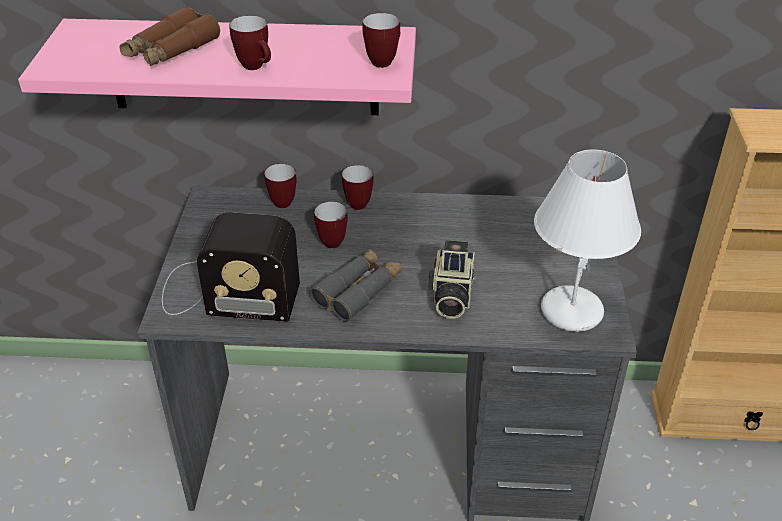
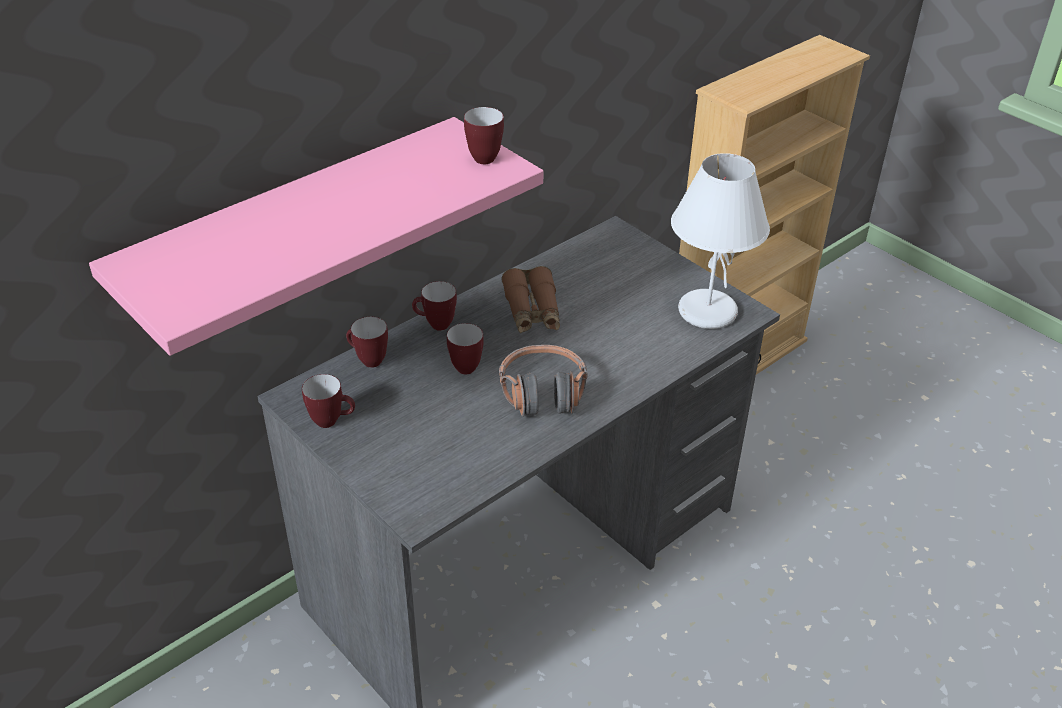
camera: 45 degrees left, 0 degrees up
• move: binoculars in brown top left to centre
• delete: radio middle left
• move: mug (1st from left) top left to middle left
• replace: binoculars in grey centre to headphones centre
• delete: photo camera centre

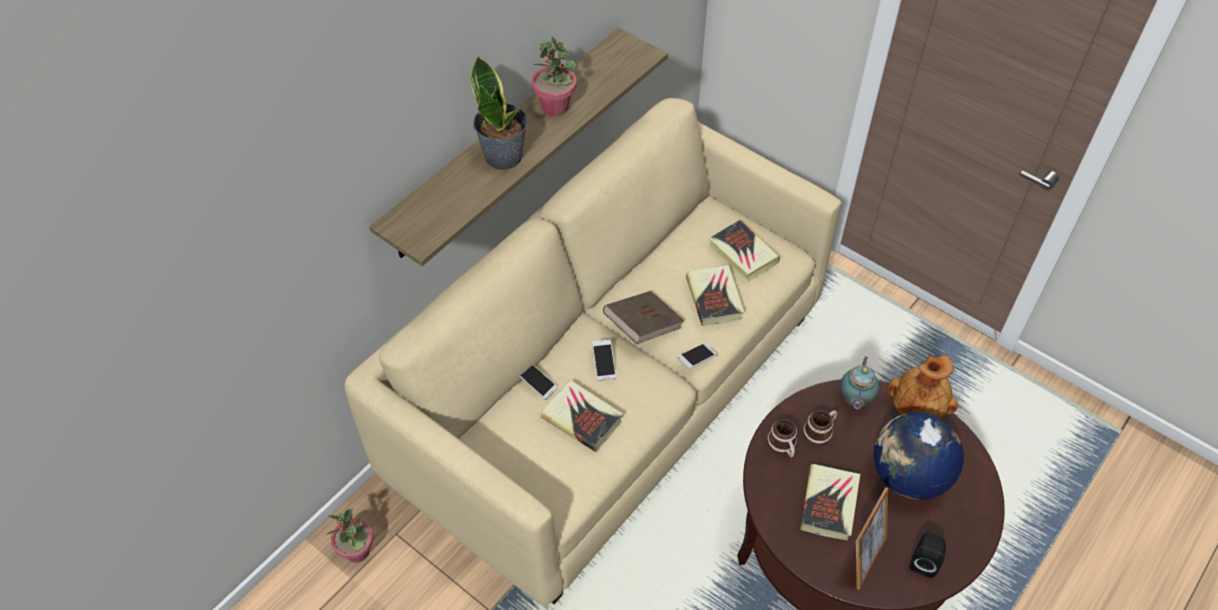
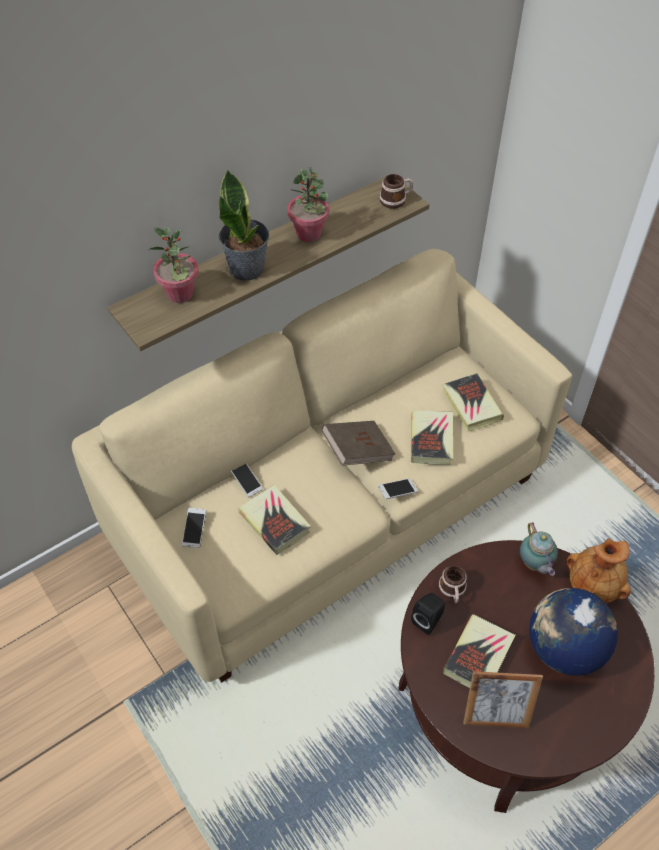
camera: 15 degrees right, 0 degrees up
• move: potted plant (1st from left) bottom left to top left
• move: phone (2nd from left in the first image) centre to phone (1st from left) middle left
• move: mug (2nd from left in the first image) bottom right to mug (1st from left) top centre
• rotate: teapot middle right = middle right 45 degrees counterclockwise
• rotate: picture frame bottom right = bottom right 45 degrees clockwise
• move: speaker in black bottom right to bottom centre

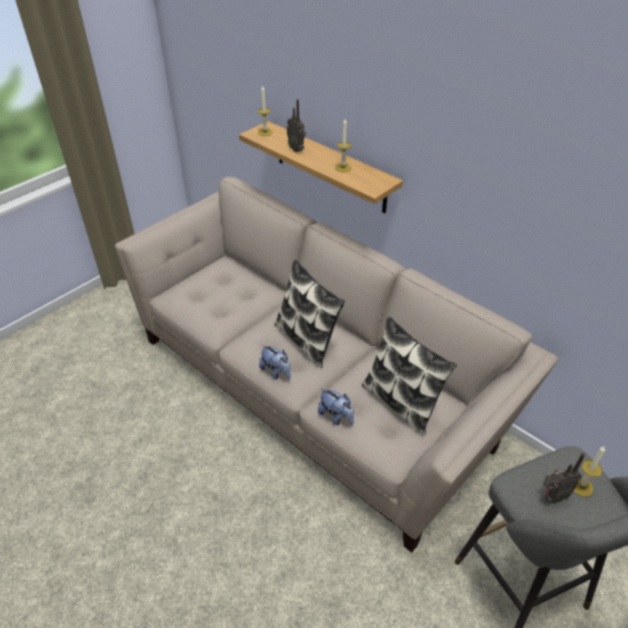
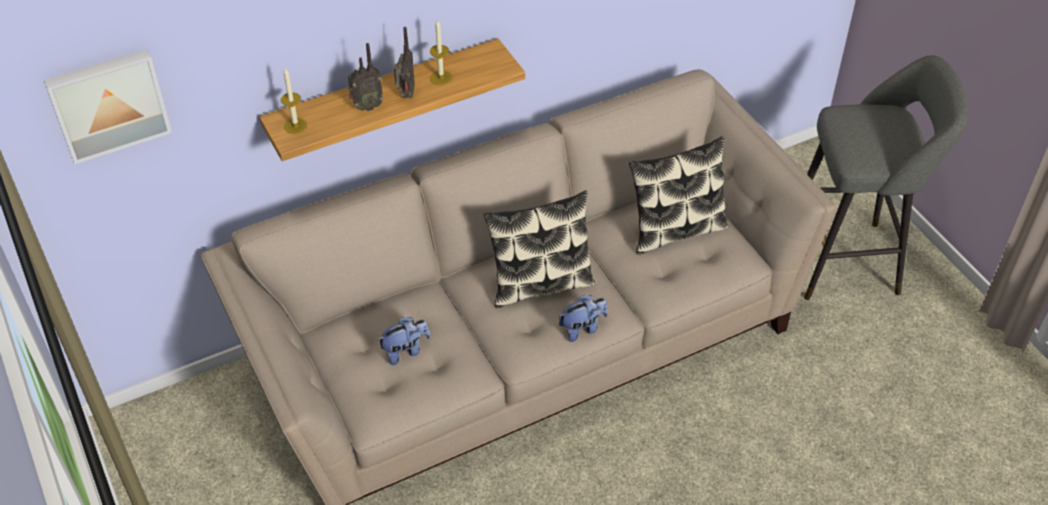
camera: 70 degrees left, 5 degrees up
• move: plush toy (2nd from left in the first image) centre to plush toy (1st from left) bottom centre
• move: radio (2nd from left) bottom right to top centre
• delete: candle (3rd from left) bottom right
• insert: picture top left

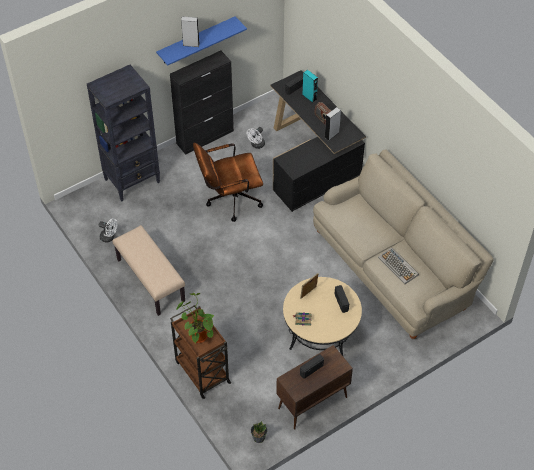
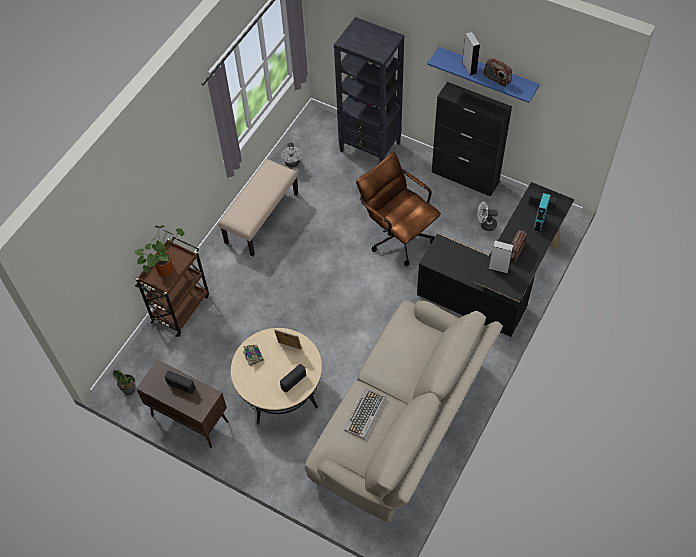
camera: 65 degrees right, 5 degrees up
• insert: radio (3rd from left) top right

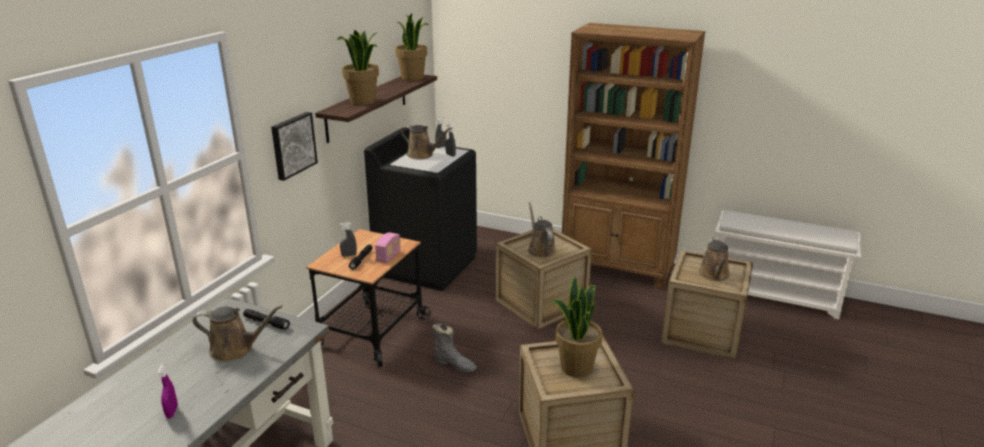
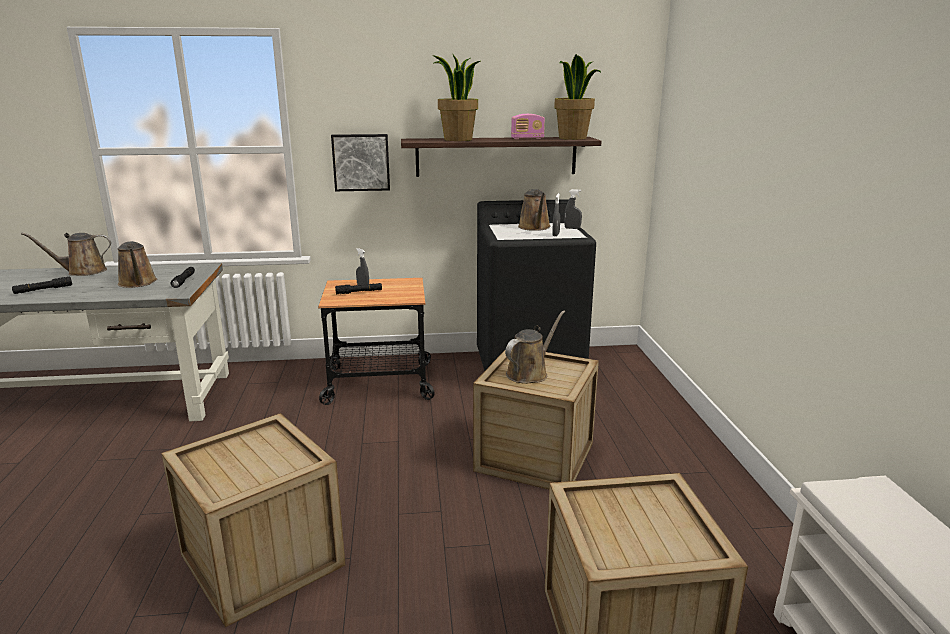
camera: 60 degrees right, 5 degrees down
• replace: spray bottle in purple bottom left to flashlight in black (1st from left) middle left
• move: radio centre to top centre
• delete: boot in grey bottom centre
• delete: potted plant (3rd from left) bottom centre
• delete: bookcase in brown centre
• move: watering can in brown (4th from left in the first image) middle right to watering can in brown (1st from left) middle left

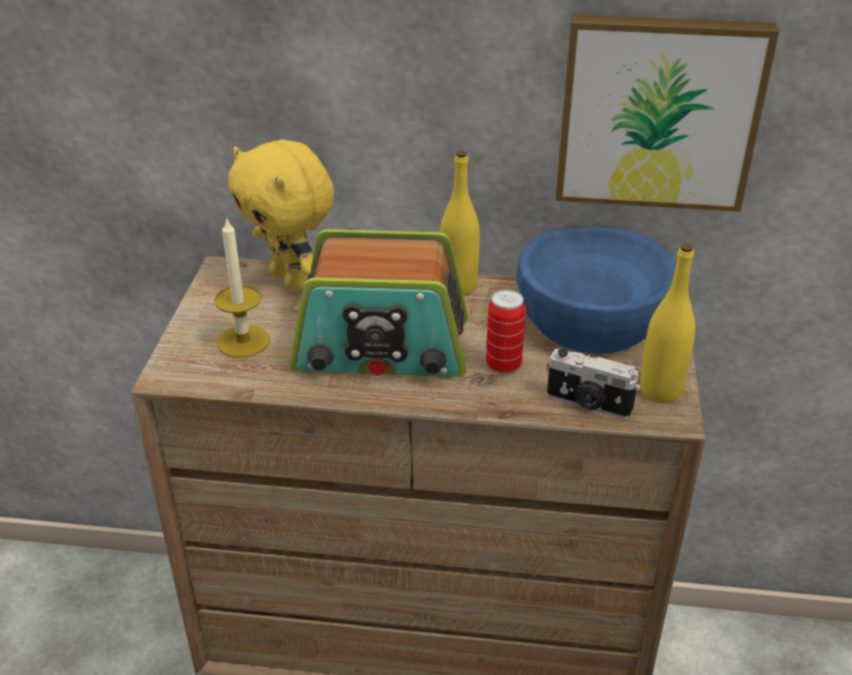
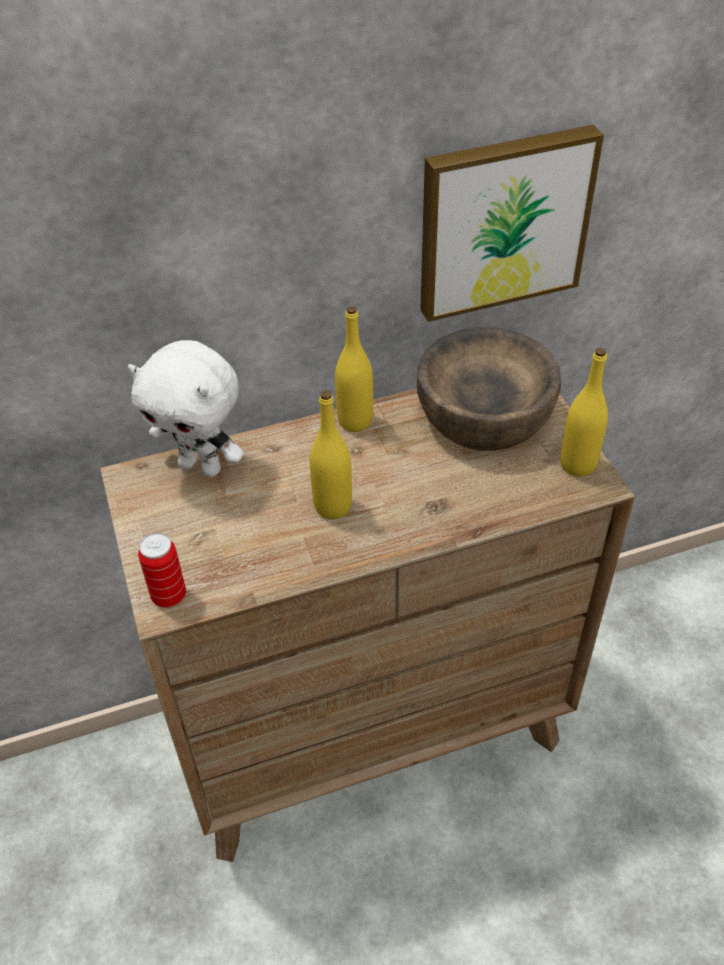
camera: 25 degrees left, 10 degrees up
• delete: candle middle left
• recolor: plush toy in yellow top left to plush toy in white middle left
• replace: radio centre to bottle in yellow (1st from left) centre
• move: can centre to middle left
• recolor: bowl in blue middle right to bowl in brown middle right
• delete: photo camera middle right

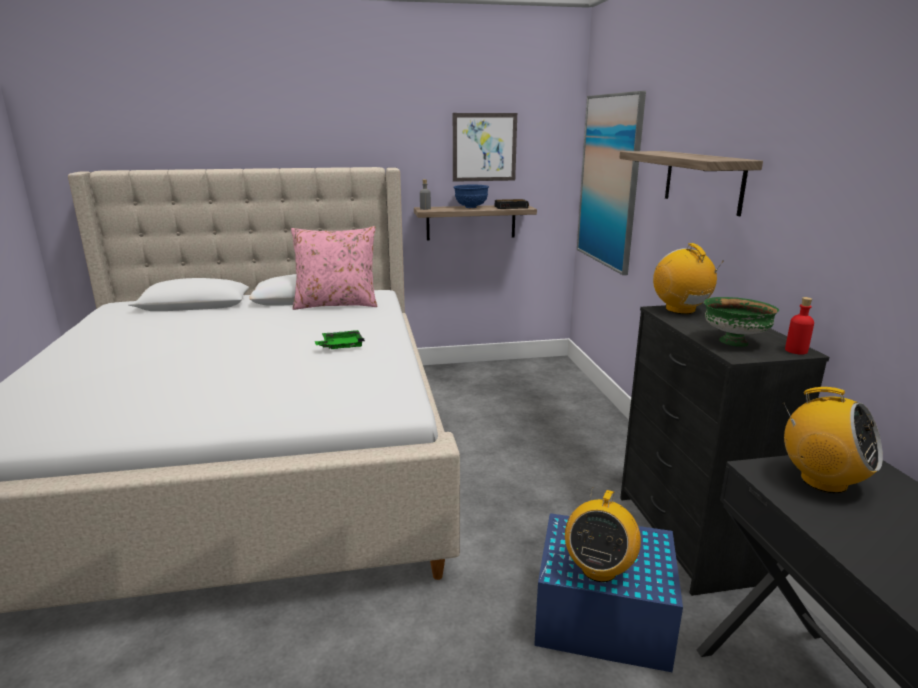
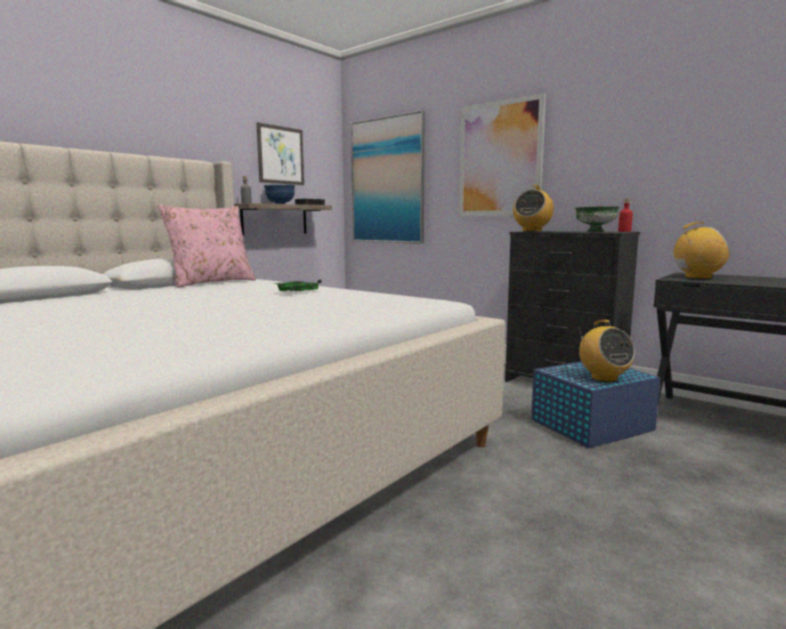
camera: 40 degrees left, 10 degrees down
• replace: shelf (2nd from left) top right to picture (3rd from left) top centre
• rotate: radio (2nd from left in the first image) middle right = top right 90 degrees counterclockwise

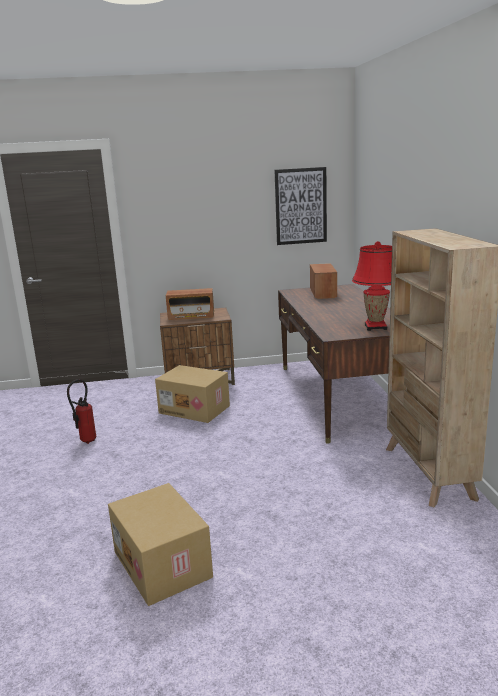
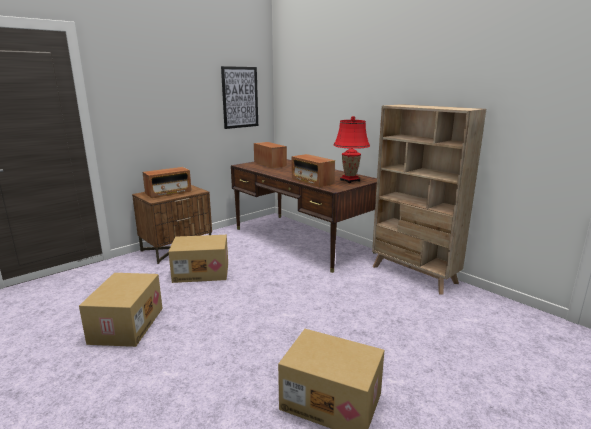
camera: 35 degrees left, 0 degrees up
• replace: fire extinguisher middle left to cardboard box (1st from left) bottom left
• insert: radio (3rd from left) centre

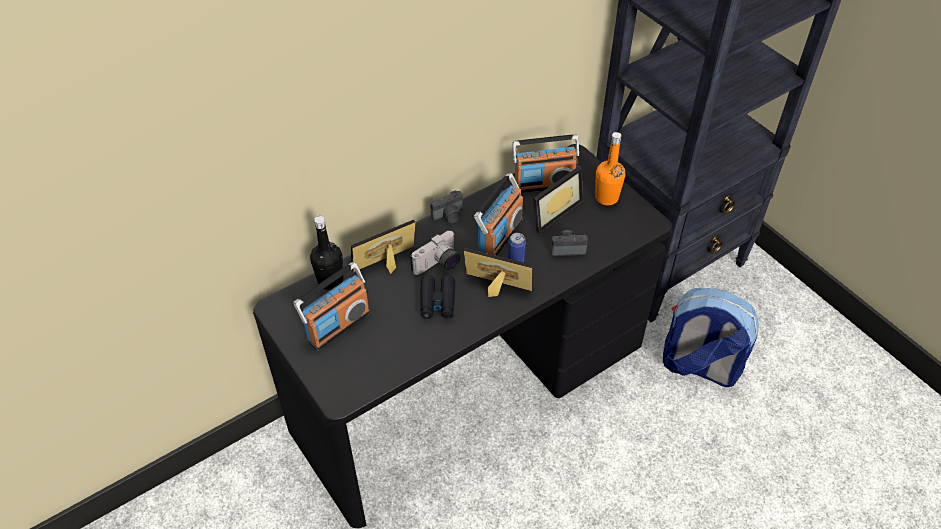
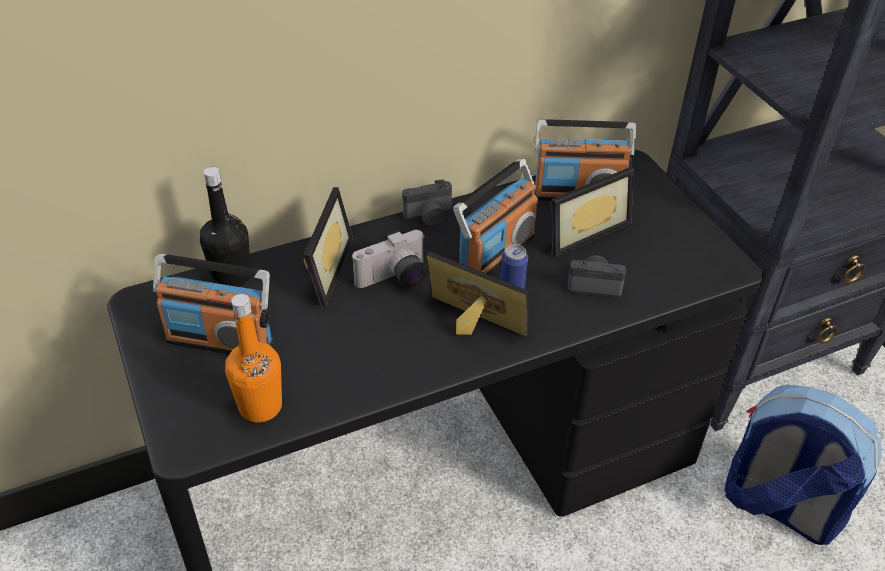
camera: 10 degrees right, 5 degrees down
• rotate: radio (1st from left) centre = middle left 45 degrees clockwise
• rotate: picture frame (1st from left) centre = centre 120 degrees clockwise
• delete: binoculars in black centre
• move: bottle in orange top centre to middle left

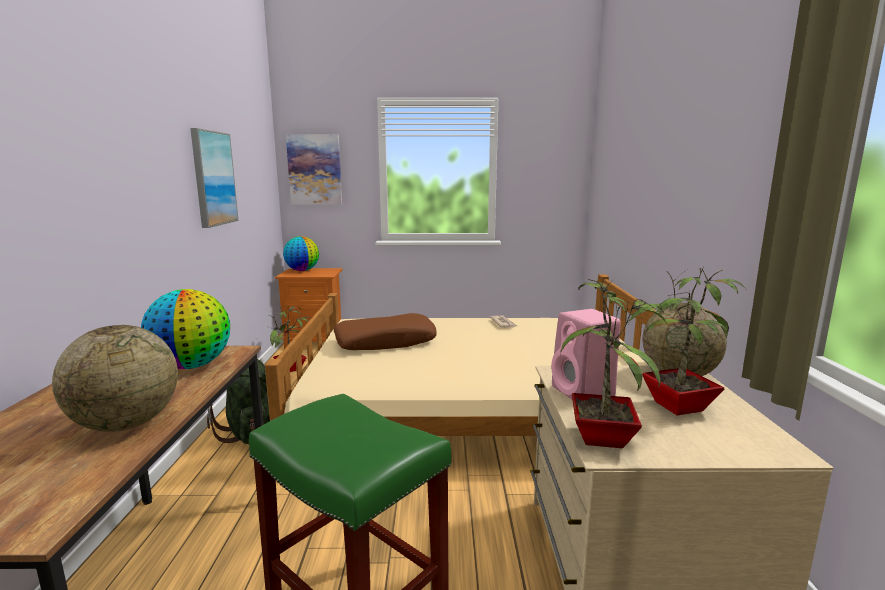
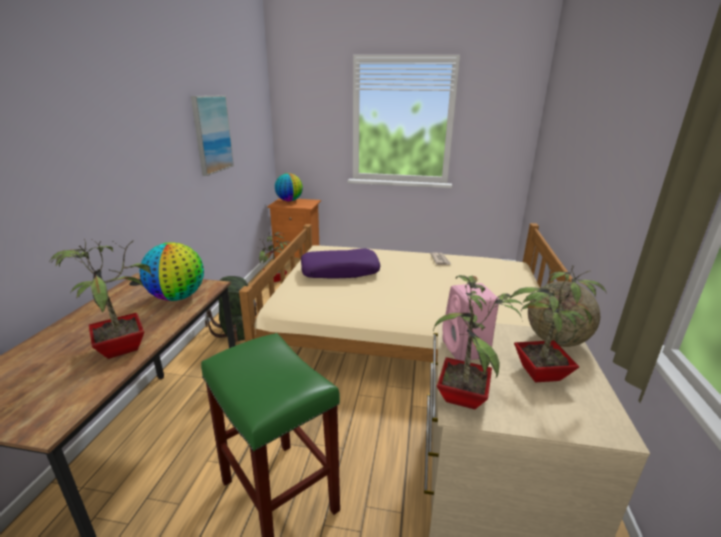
camera: 10 degrees right, 10 degrees up
• replace: globe (1st from left) middle left to potted plant (1st from left) middle left
• delete: picture (2nd from left) top centre
• recolor: pillow in brown centre to pillow in purple centre

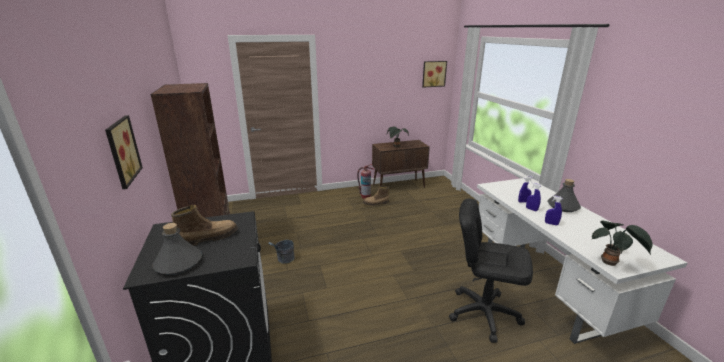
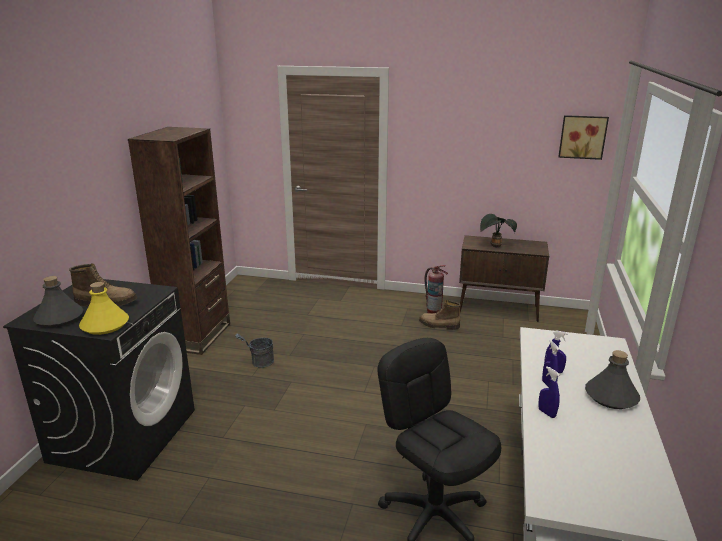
camera: 30 degrees right, 0 degrees up
• delete: picture (1st from left) middle left
• delete: potted plant (2nd from left) bottom right
• insert: bottle in yellow middle left

